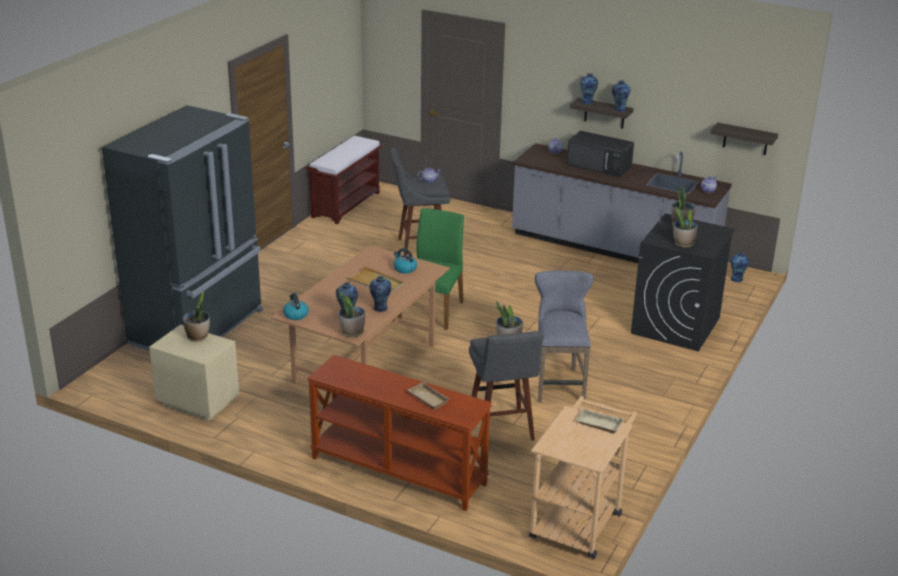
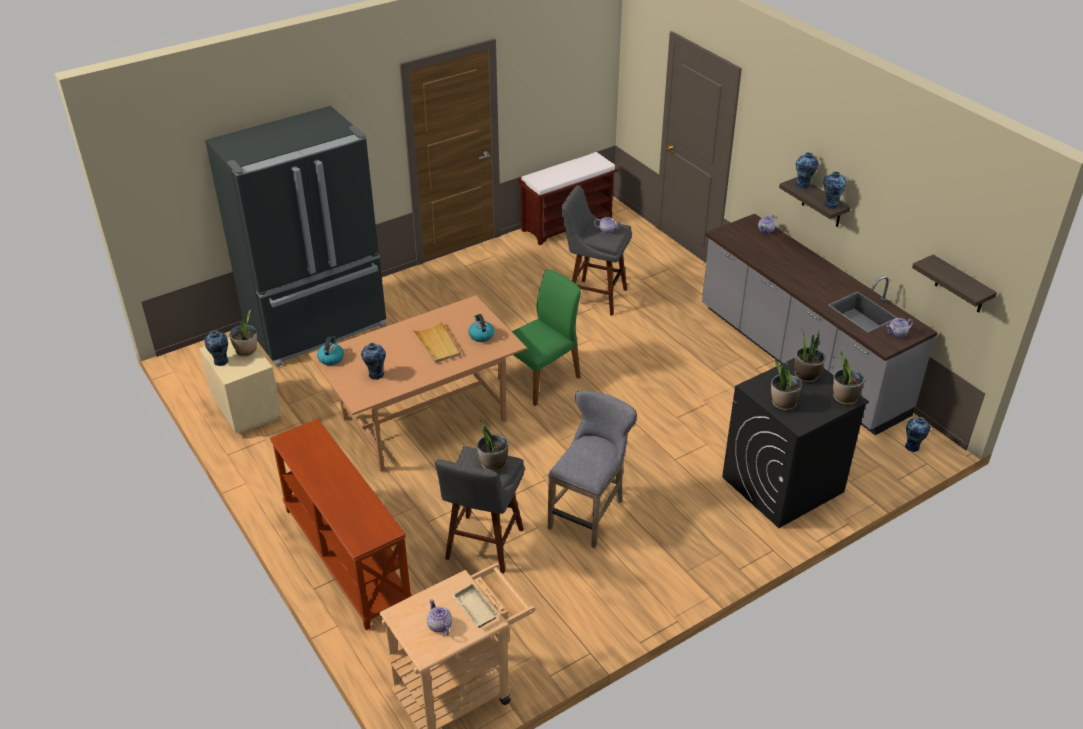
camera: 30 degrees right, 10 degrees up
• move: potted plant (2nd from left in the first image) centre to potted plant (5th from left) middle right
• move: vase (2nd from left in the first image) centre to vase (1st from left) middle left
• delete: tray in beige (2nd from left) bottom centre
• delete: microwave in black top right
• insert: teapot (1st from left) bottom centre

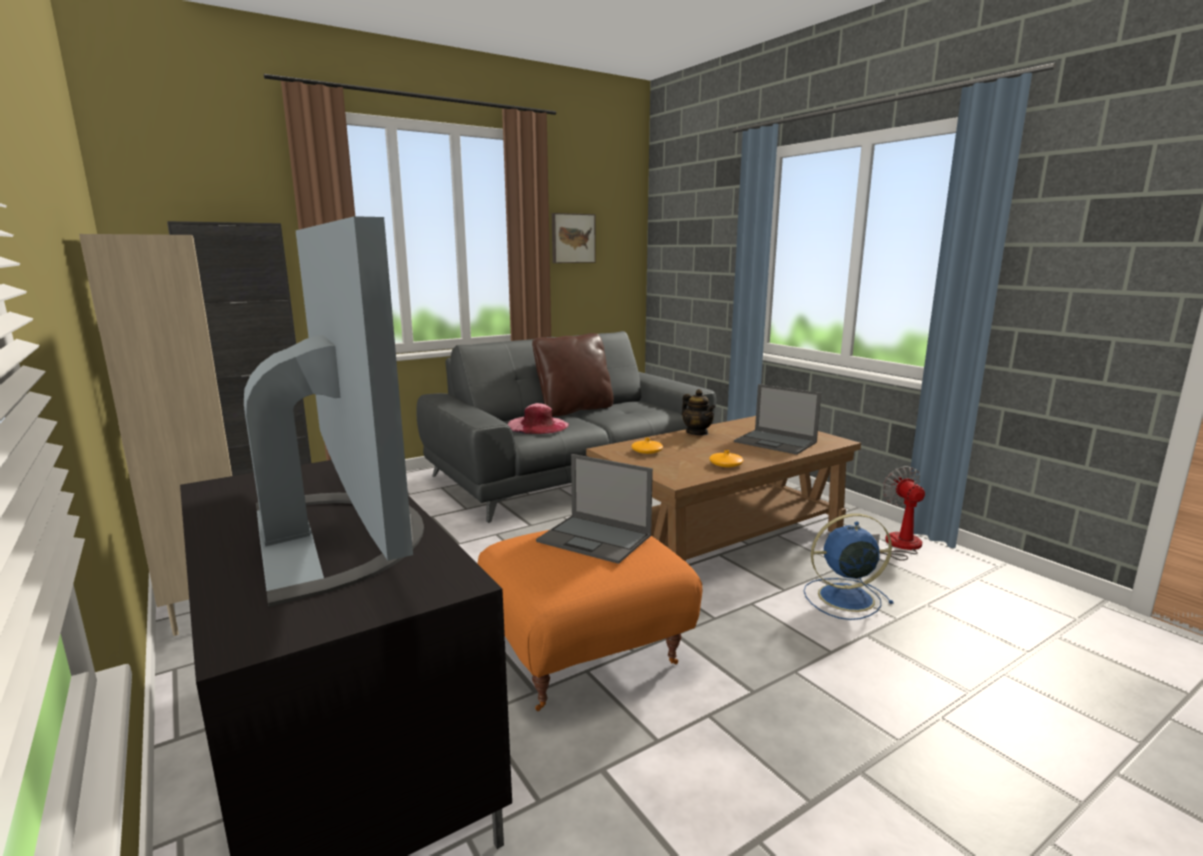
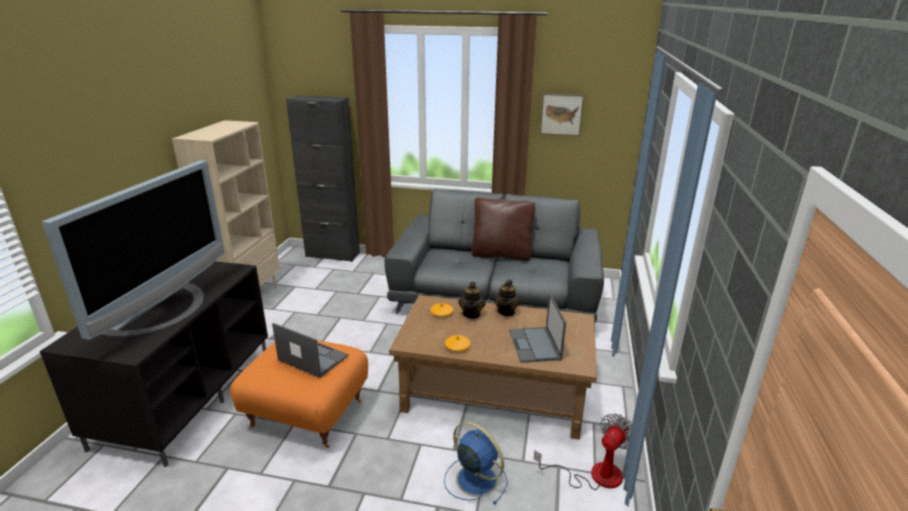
camera: 45 degrees right, 10 degrees up
• delete: hat in pink centre
• rotate: laptop (1st from left) centre = bottom centre 135 degrees clockwise
• insert: teapot (1st from left) centre

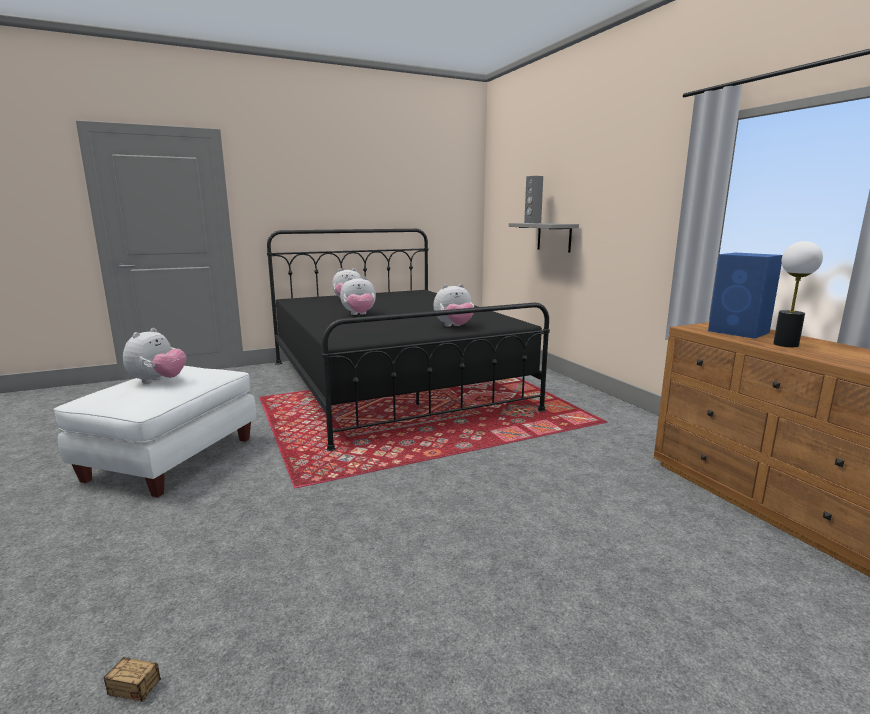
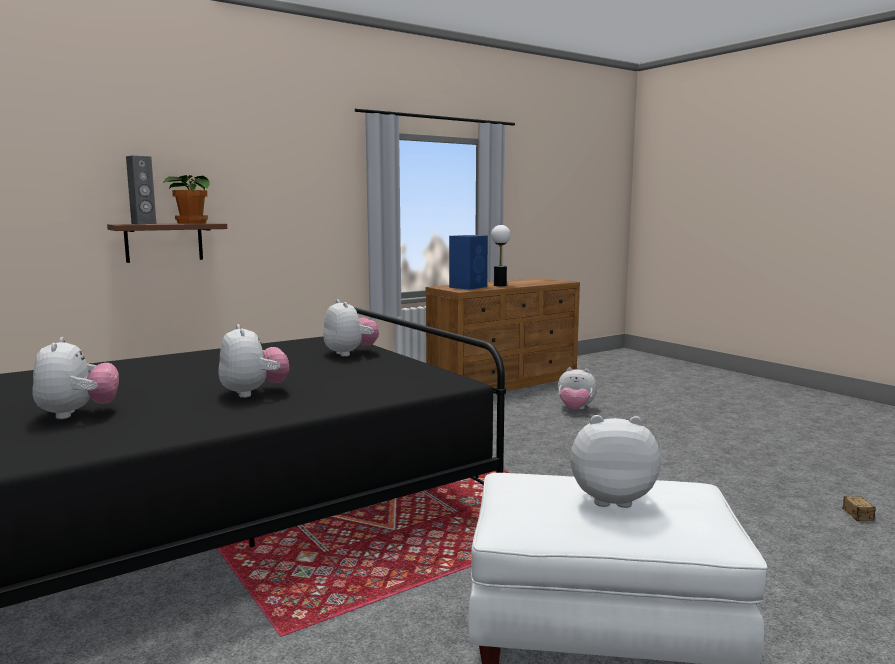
camera: 100 degrees left, 5 degrees down
• recolor: shelf in grey centre to shelf in brown middle left
• insert: potted plant top left
• insert: plush toy (4th from left) centre

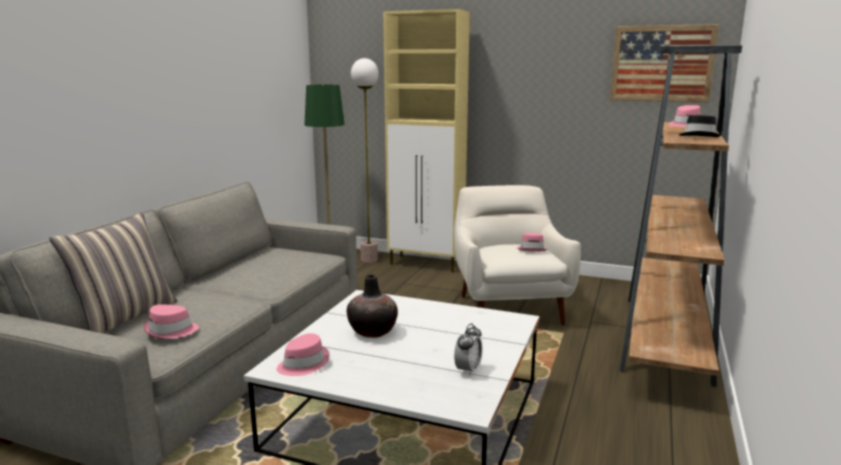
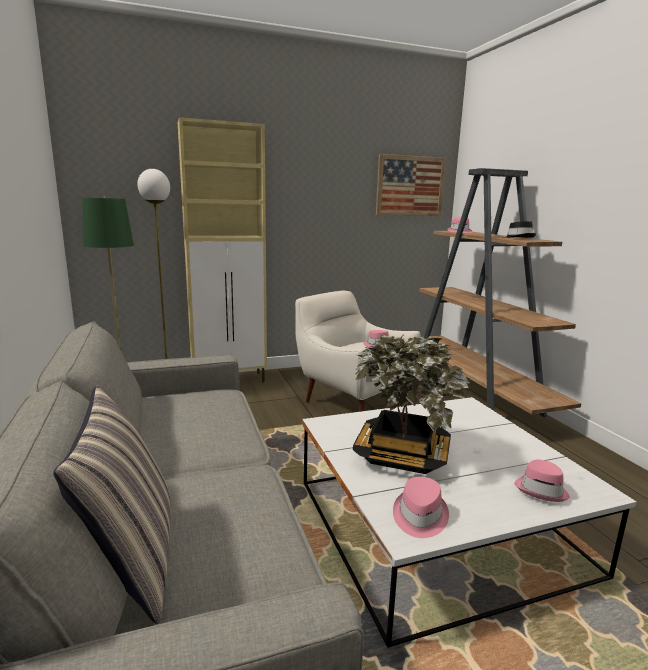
camera: 40 degrees left, 0 degrees up
• move: hat in pink (1st from left in the first image) bottom left to hat in pink (4th from left) bottom right
• replace: vase centre to potted plant centre
• delete: alarm clock bottom centre

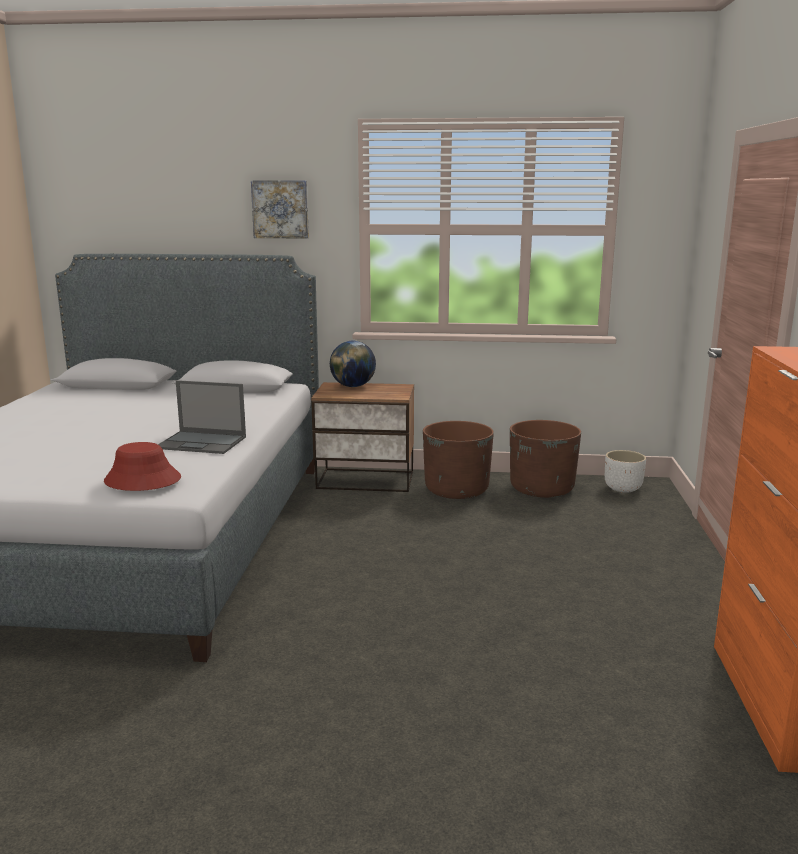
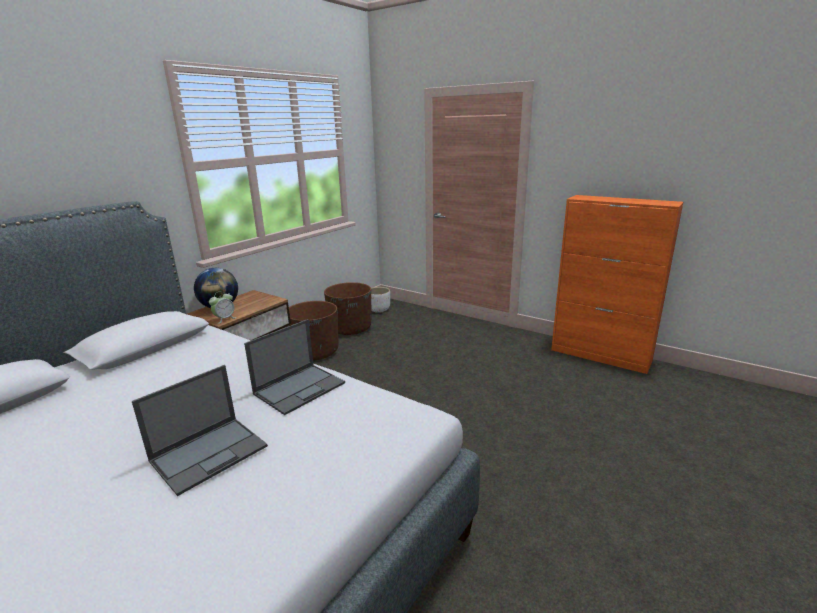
camera: 60 degrees left, 5 degrees up
• delete: hat in red middle left
• delete: picture top centre
• insert: laptop (1st from left) bottom left
• insert: alarm clock middle left

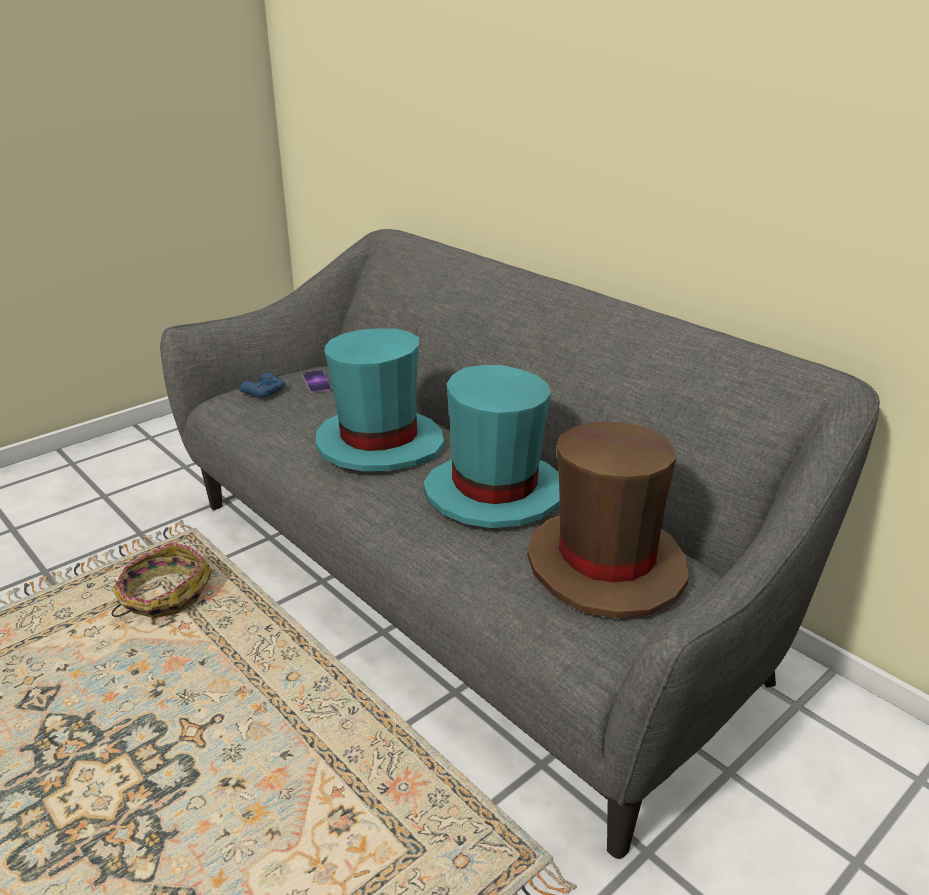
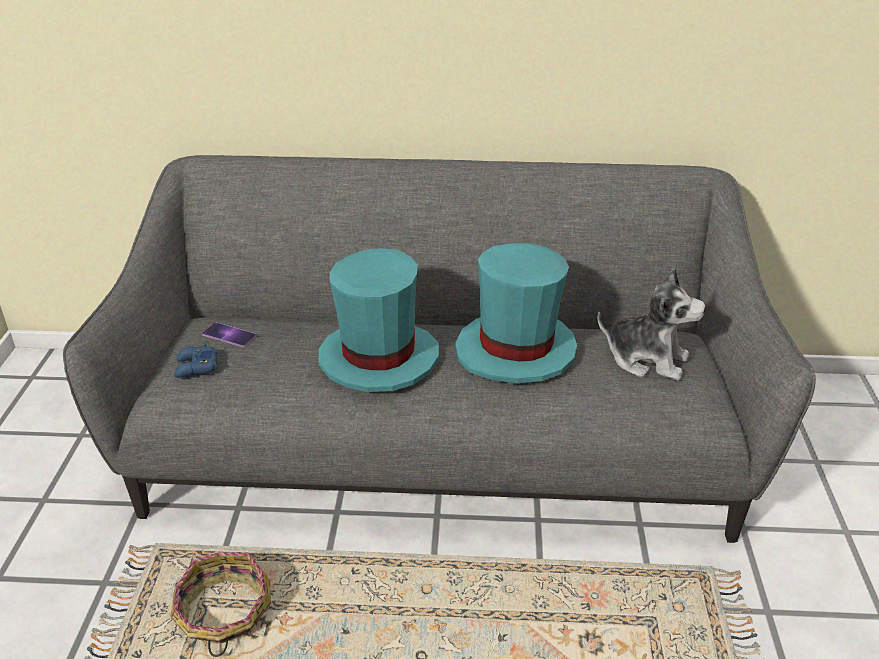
camera: 45 degrees left, 5 degrees up
• replace: hat in brown centre to plush toy middle right

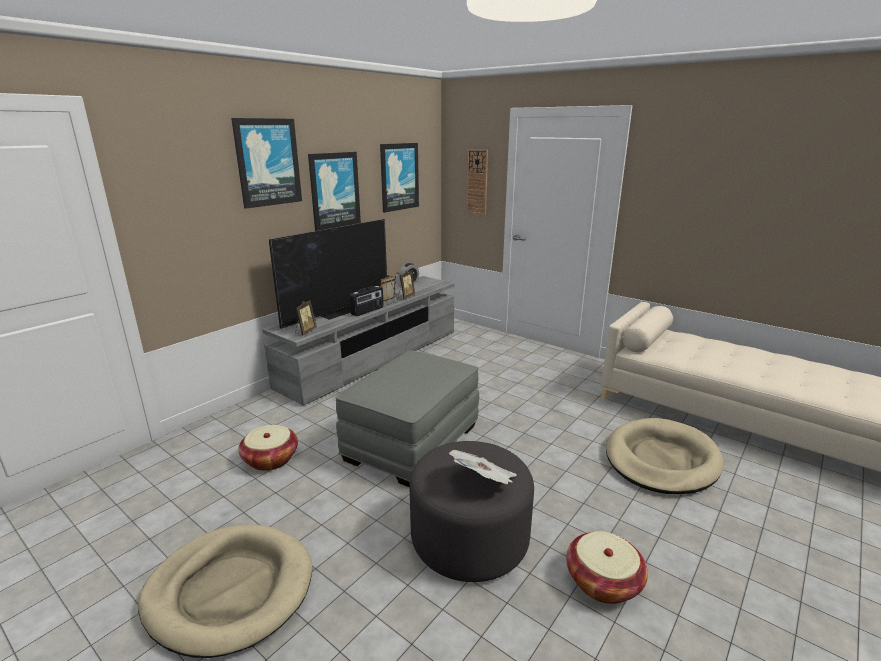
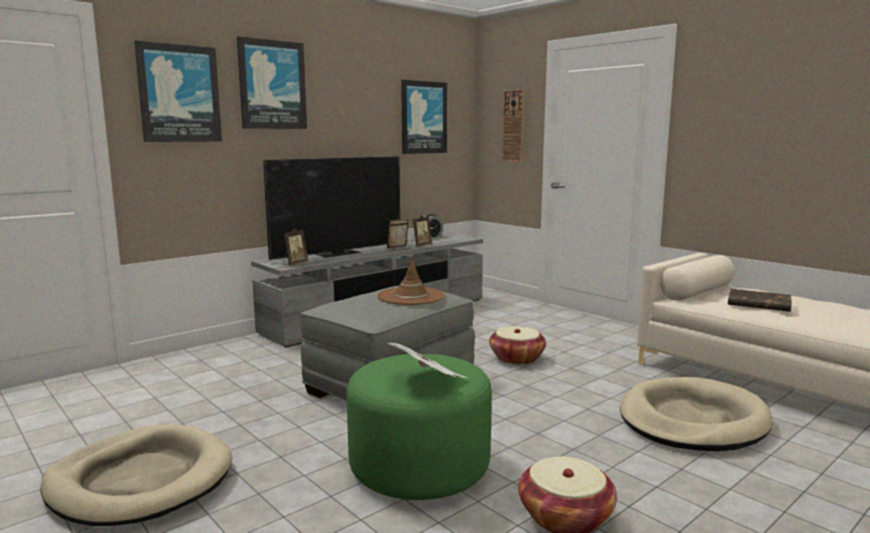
camera: 10 degrees right, 10 degrees down
• move: basket (1st from left) bottom left to centre
• move: picture (2nd from left in the first image) top centre to picture (1st from left) top left
• delete: radio centre
• recolor: ottoman in grey (2nd from left) bottom centre to ottoman in green bottom centre
• insert: hat in brown centre
• insert: book in brown middle right

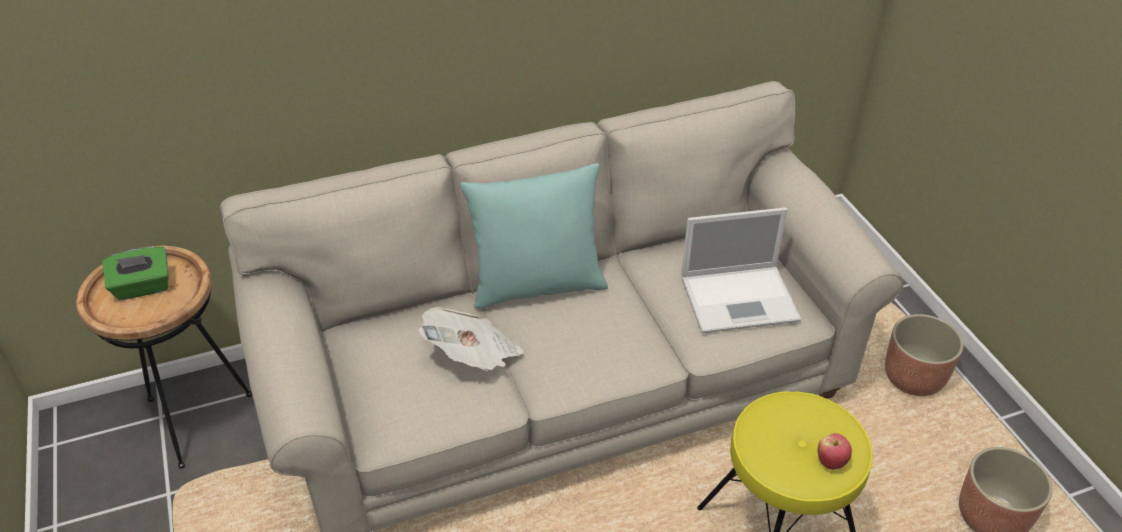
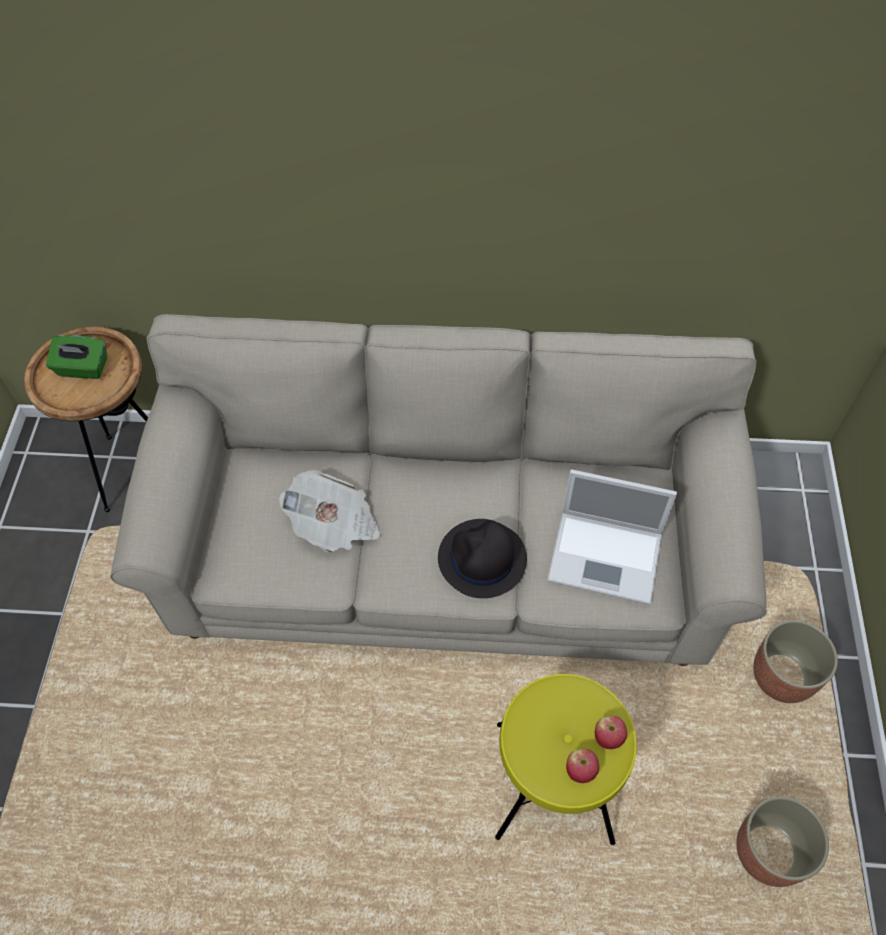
camera: 25 degrees right, 15 degrees up
• delete: pillow in turquoise centre
• insert: hat in black centre
• insert: apple (2nd from left) bottom right

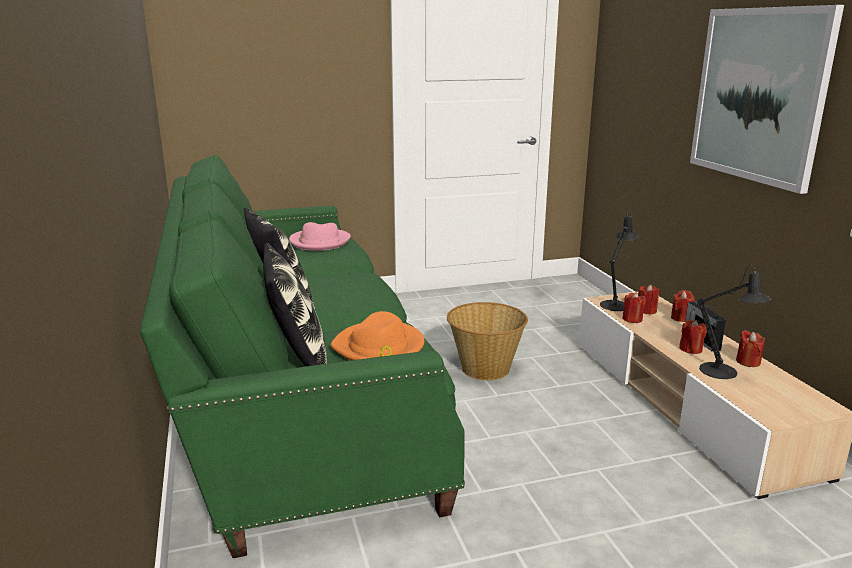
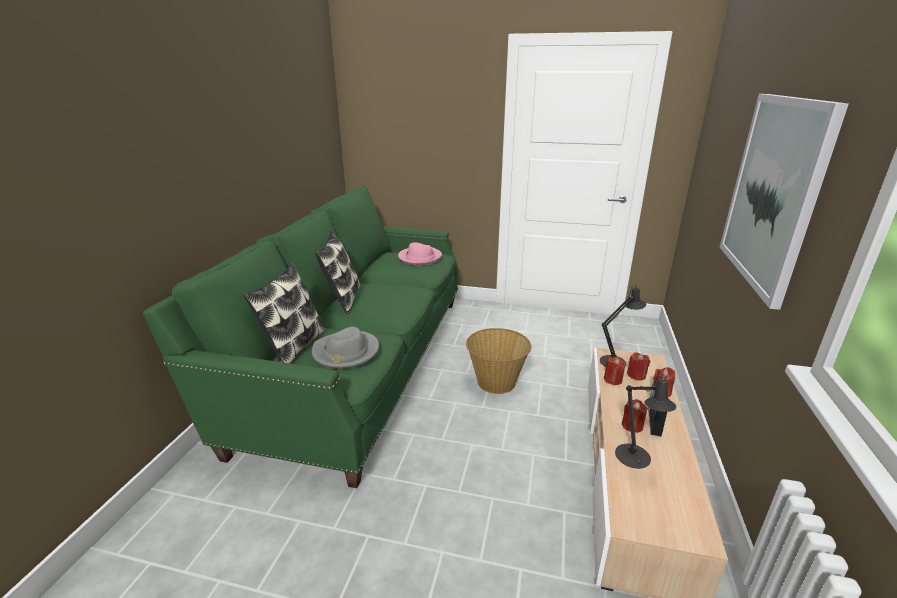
camera: 30 degrees right, 5 degrees up
• recolor: hat in orange centre to hat in grey centre
• delete: candle in red (5th from left) middle right

